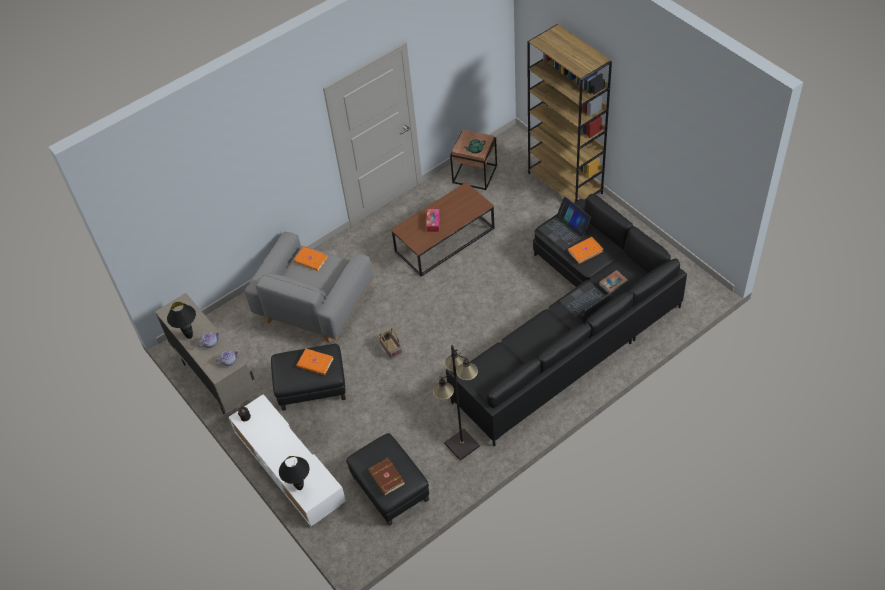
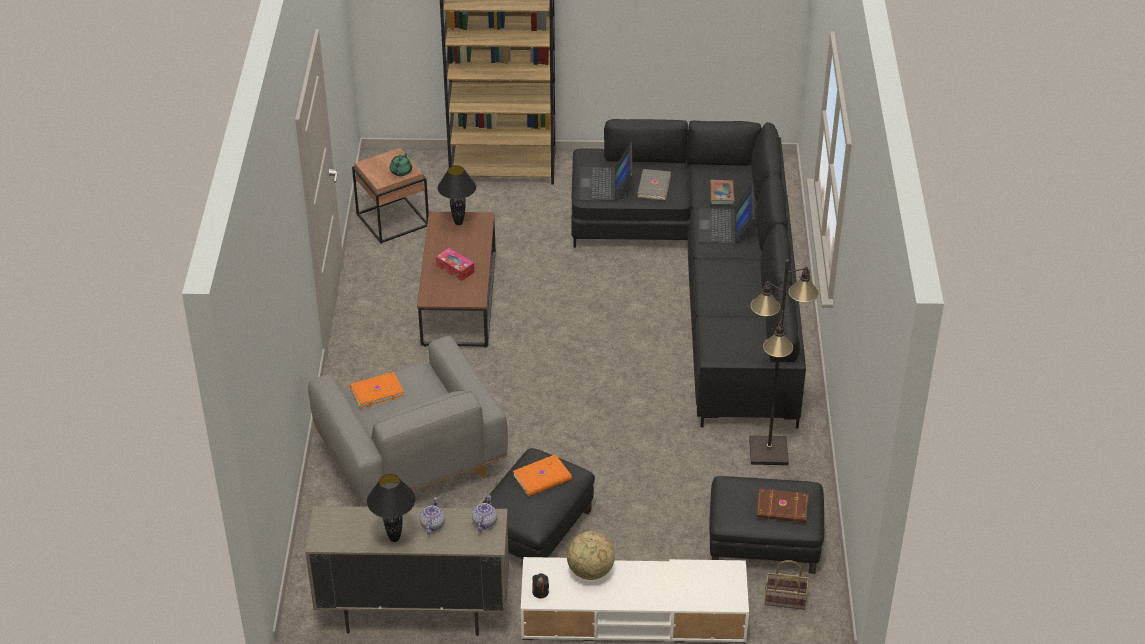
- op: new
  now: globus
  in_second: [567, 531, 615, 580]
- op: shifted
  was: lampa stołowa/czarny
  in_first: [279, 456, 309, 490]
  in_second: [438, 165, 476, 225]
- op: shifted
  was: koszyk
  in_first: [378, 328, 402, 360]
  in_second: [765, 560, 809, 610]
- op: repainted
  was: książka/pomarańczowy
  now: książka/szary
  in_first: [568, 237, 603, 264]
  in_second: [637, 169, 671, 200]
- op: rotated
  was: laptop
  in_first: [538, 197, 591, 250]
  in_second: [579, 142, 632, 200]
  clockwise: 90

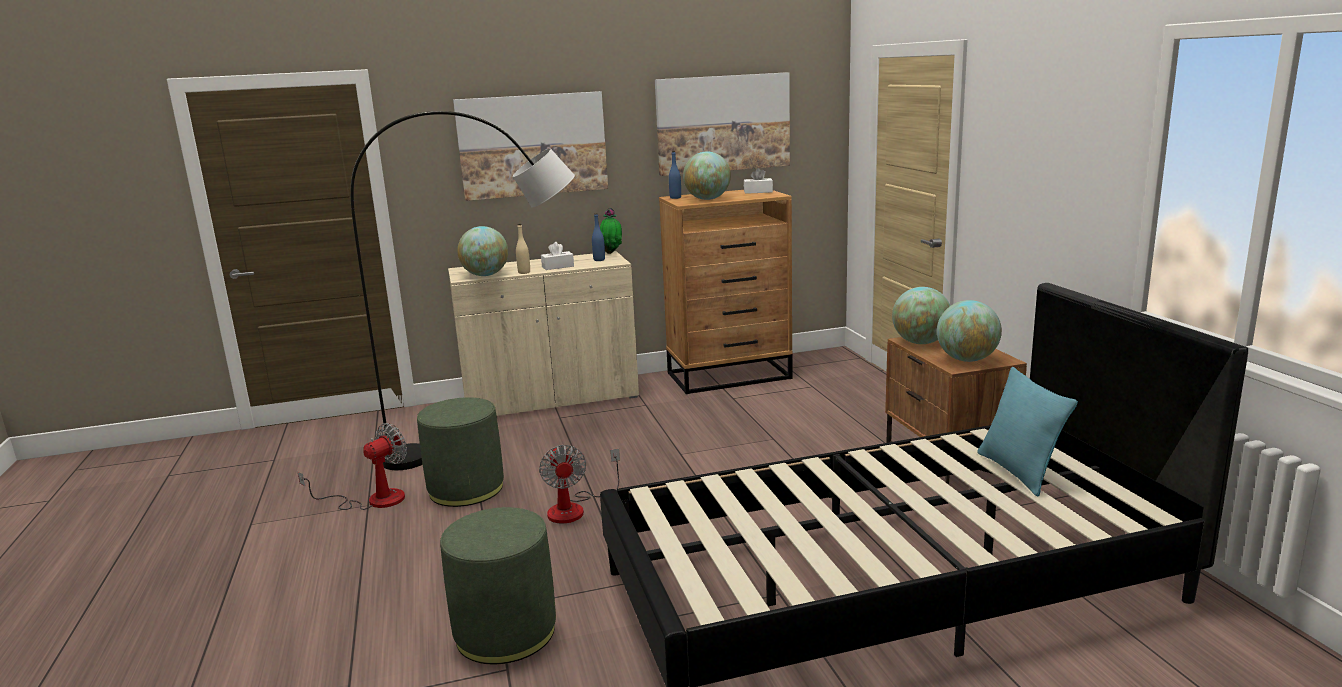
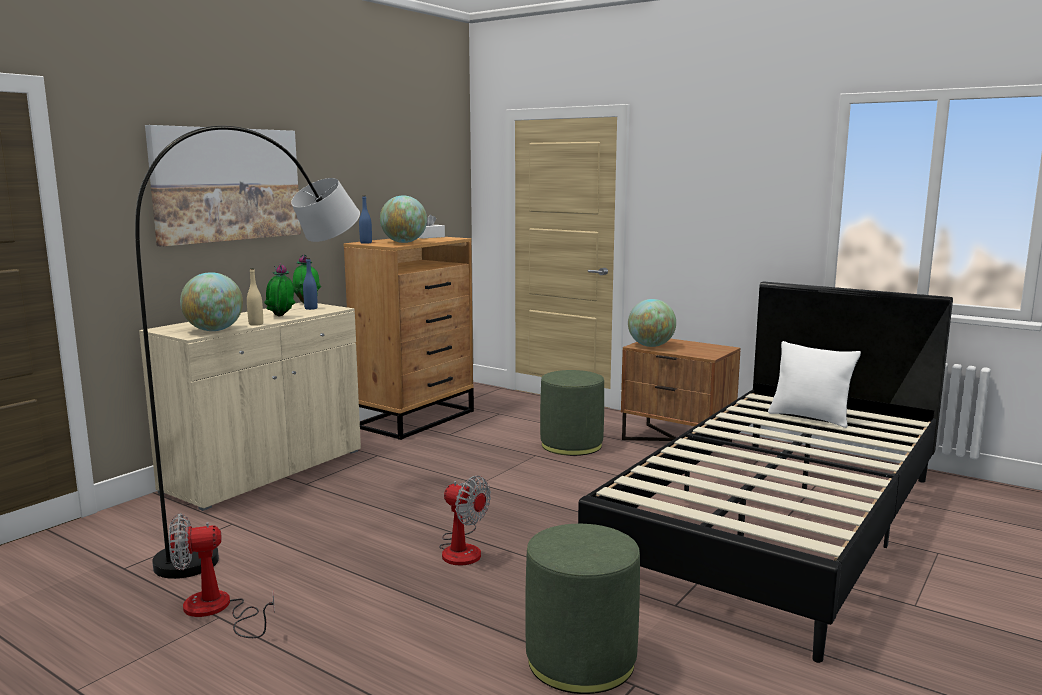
- op: gone
  was: obraz
  in_first: [655, 72, 790, 176]
- op: gone
  was: globus
  in_first: [937, 300, 1002, 362]
- op: shifted
  was: pufa/zielony
  in_first: [417, 397, 504, 507]
  in_second: [540, 370, 604, 456]
- op: swapped
  was: pudełko chusteczek/biały
  now: roślina doniczkowa
  in_first: [541, 242, 574, 270]
  in_second: [264, 264, 296, 317]
- op: repainted
  was: poduszka/turkusowy
  now: poduszka/biały
  in_first: [977, 367, 1078, 496]
  in_second: [768, 341, 861, 428]
- op: rotated
  was: wentylator
  in_first: [298, 423, 407, 510]
  in_second: [169, 513, 275, 638]
  clockwise: -105

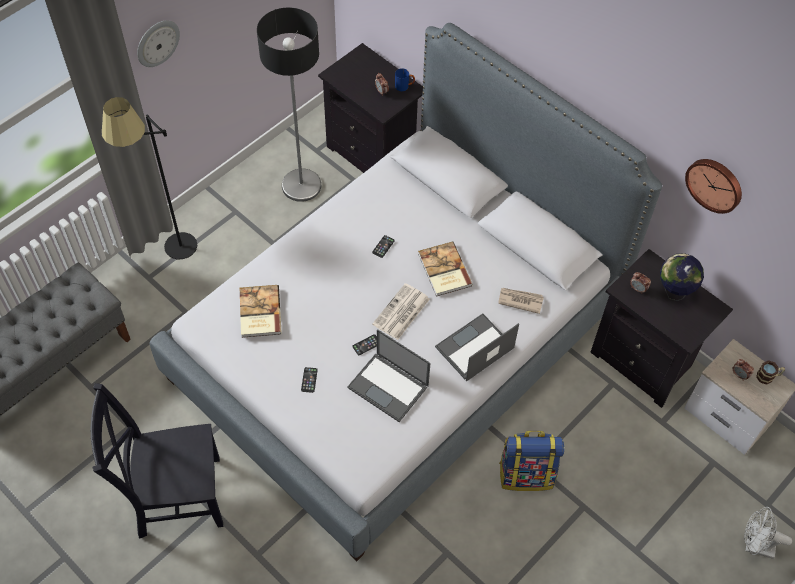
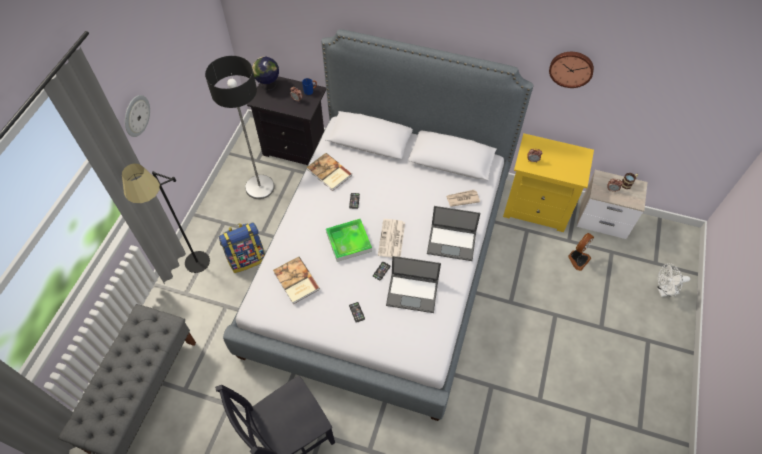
- op: new
  now: taca
  in_second: [326, 219, 372, 262]
- op: new
  now: wentylator
  in_second: [568, 233, 594, 271]
- op: shifted
  was: książka
  in_first: [418, 242, 473, 296]
  in_second: [307, 153, 352, 191]
- op: shifted
  was: plecak
  in_first: [499, 431, 565, 491]
  in_second: [219, 222, 265, 273]
- op: shifted
  was: globus
  in_first: [660, 253, 704, 301]
  in_second: [252, 57, 279, 90]
- op: repainted
  was: szafka nocna/czarny
  now: szafka nocna/żółty
  in_first: [590, 249, 733, 408]
  in_second: [503, 133, 594, 232]
- op: rotated
  was: laptop
  in_first: [435, 314, 519, 381]
  in_second: [427, 206, 481, 261]
  clockwise: -105

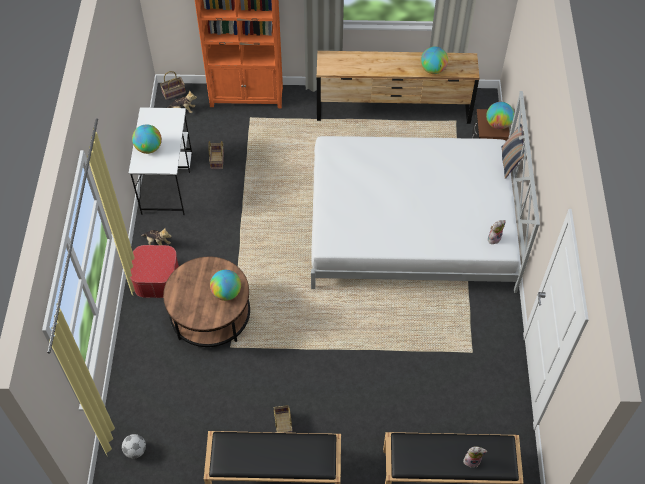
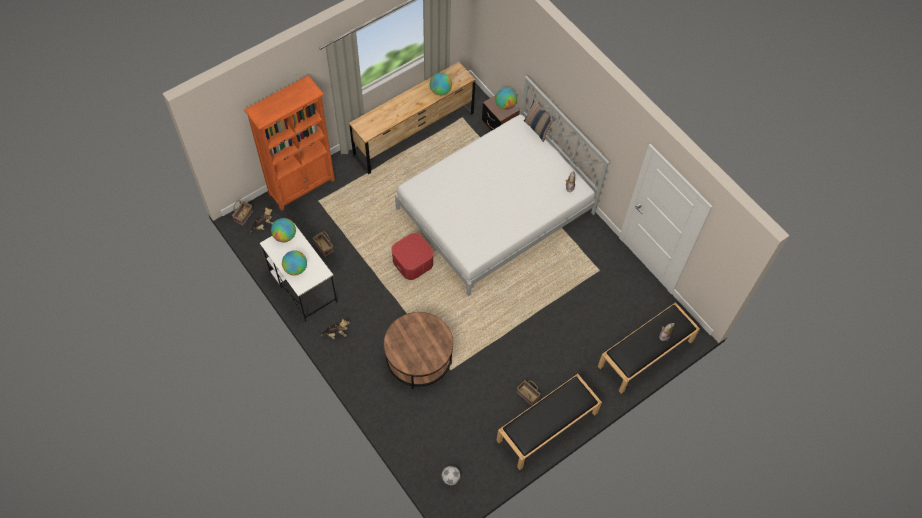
- op: shifted
  was: pufa
  in_first: [130, 245, 179, 298]
  in_second: [391, 233, 434, 280]
- op: shifted
  was: globus
  in_first: [210, 270, 241, 301]
  in_second: [271, 218, 296, 242]

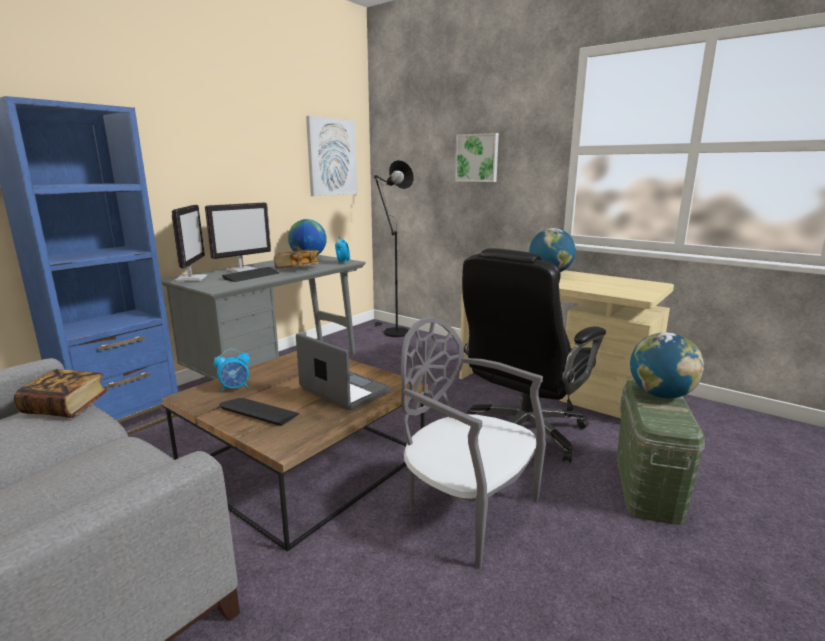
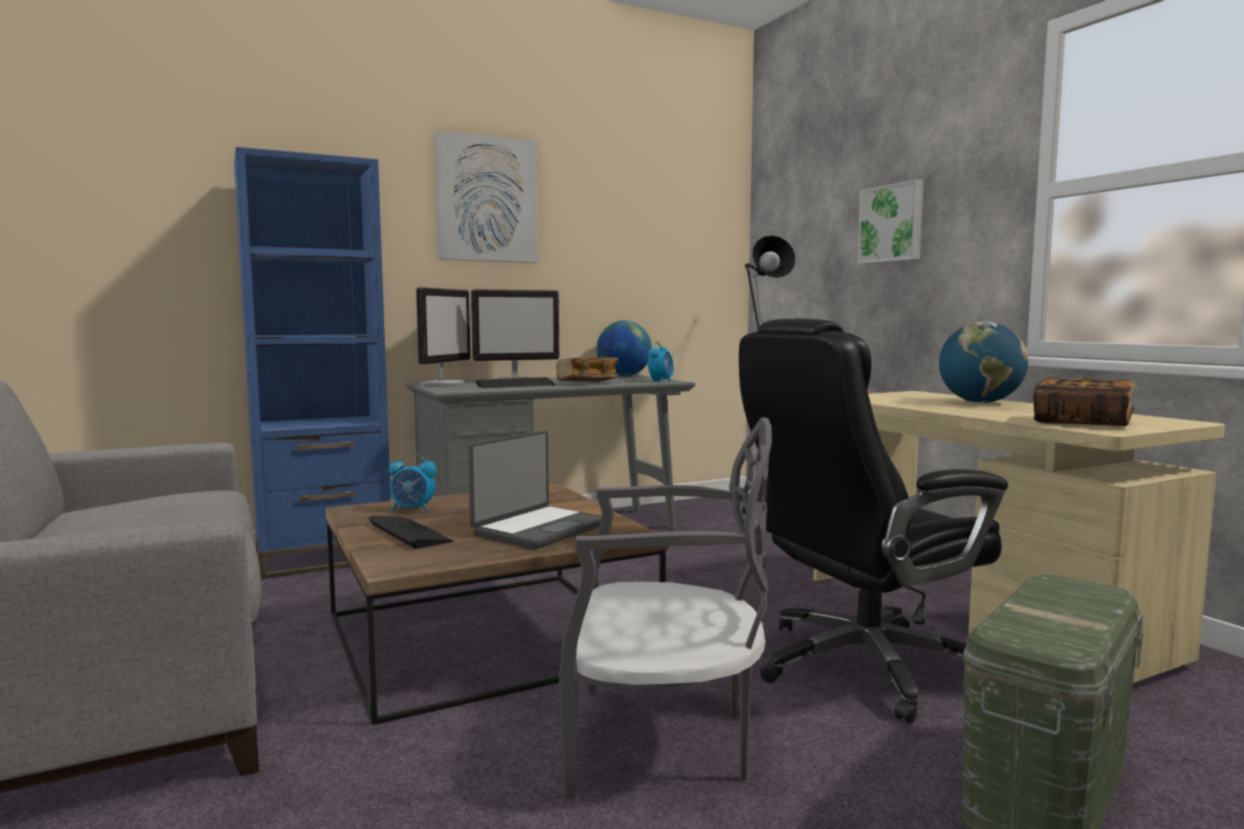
- op: gone
  was: globus
  in_first: [630, 332, 704, 399]
- op: shifted
  was: książka
  in_first: [14, 369, 108, 418]
  in_second: [1033, 378, 1136, 426]
- op: shifted
  was: obraz
  in_first: [306, 116, 357, 196]
  in_second: [435, 130, 538, 263]
- op: rotated
  was: laptop
  in_first: [296, 333, 391, 410]
  in_second: [468, 431, 601, 549]
  clockwise: 60
- op: rotated
  was: krzesło/szary
  in_first: [401, 317, 546, 569]
  in_second: [559, 417, 772, 799]
  clockwise: 120

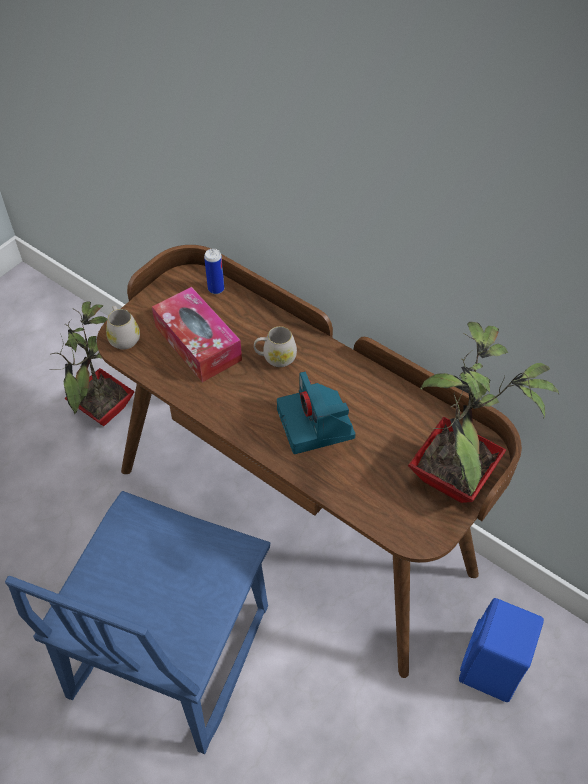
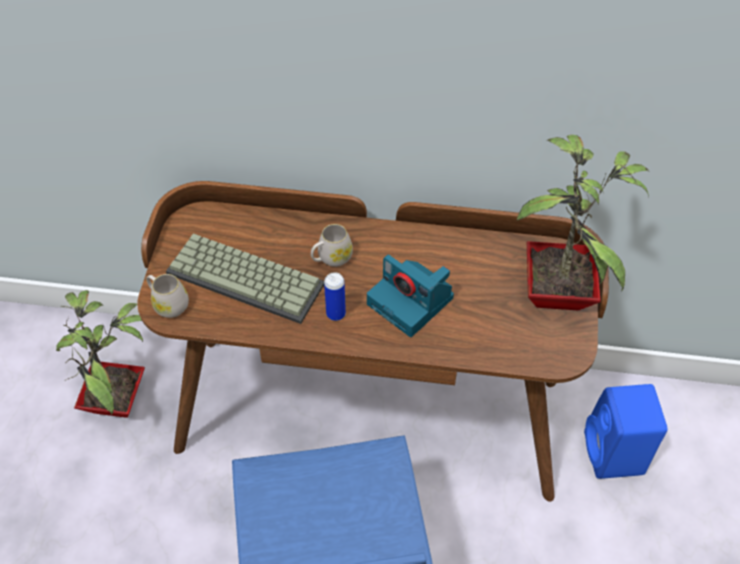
- op: shifted
  was: puszka
  in_first: [204, 248, 224, 294]
  in_second: [324, 272, 346, 321]
- op: swapped
  was: pudełko chusteczek
  now: klawiatura
  in_first: [152, 287, 242, 382]
  in_second: [166, 234, 324, 324]

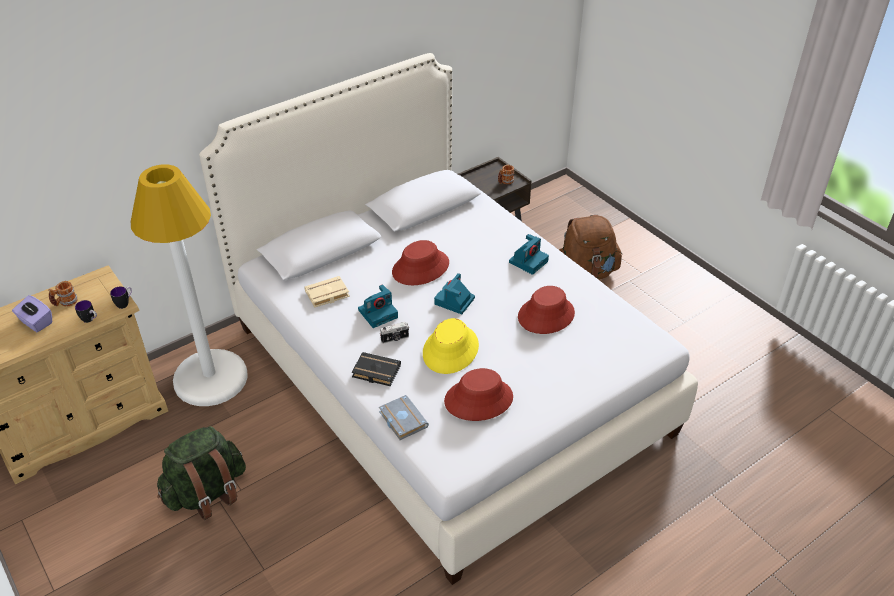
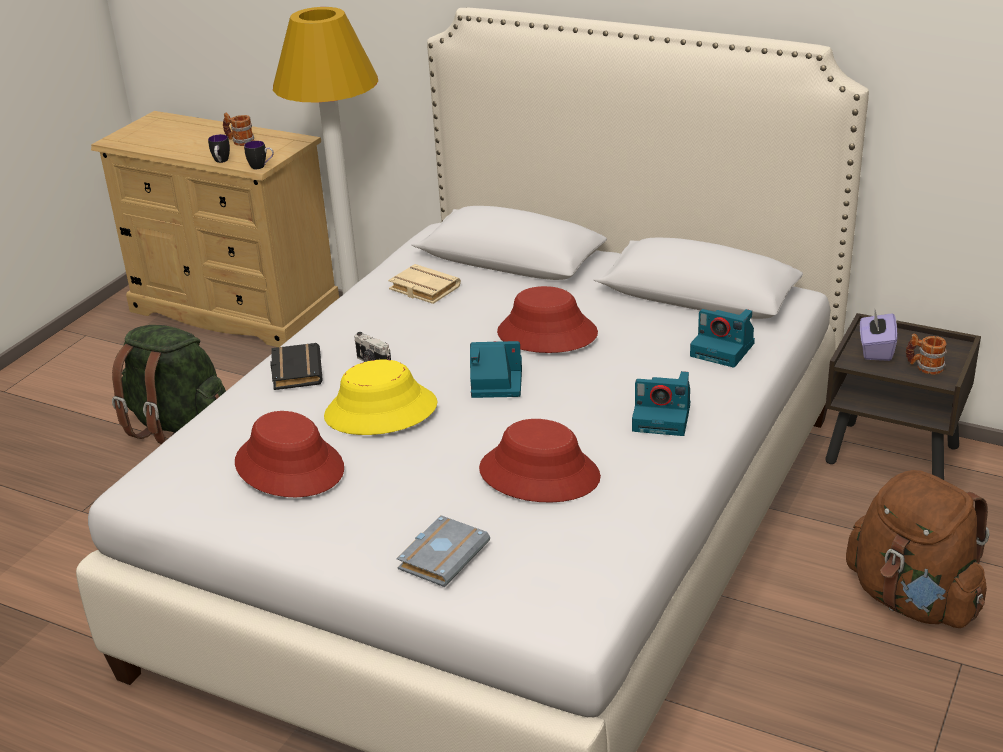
- op: shifted
  was: pudełko chusteczek/fioletowy
  in_first: [12, 295, 52, 332]
  in_second: [860, 310, 898, 361]
- op: shifted
  was: aparat fotograficzny
  in_first: [358, 284, 398, 328]
  in_second: [690, 309, 755, 367]
- op: shifted
  was: książka/szary
  in_first: [379, 395, 429, 440]
  in_second: [396, 515, 490, 587]

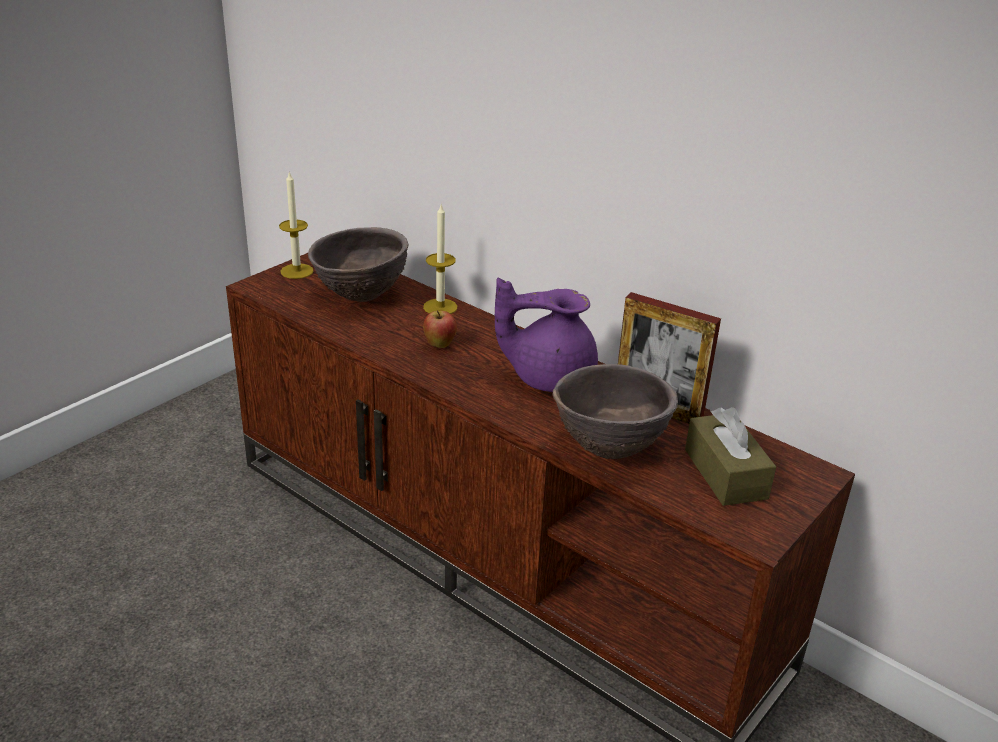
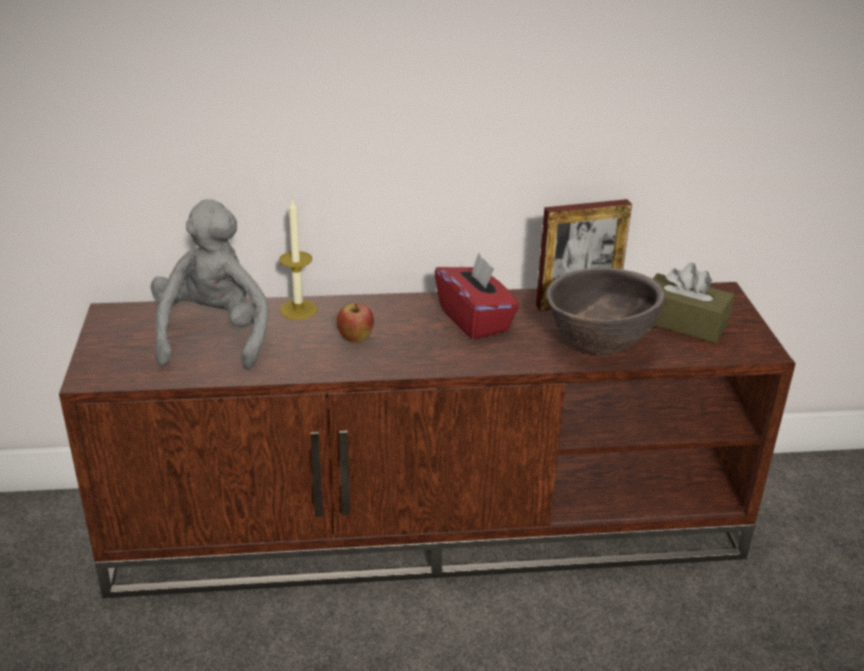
- op: gone
  was: świeca
  in_first: [279, 171, 314, 279]
- op: swapped
  was: miska/brązowy
  now: pluszak/szary
  in_first: [308, 227, 409, 302]
  in_second: [151, 199, 269, 370]
- op: swapped
  was: imbryk/fioletowy
  now: pudełko chusteczek/czerwony
  in_first: [495, 278, 598, 392]
  in_second: [435, 253, 520, 340]

